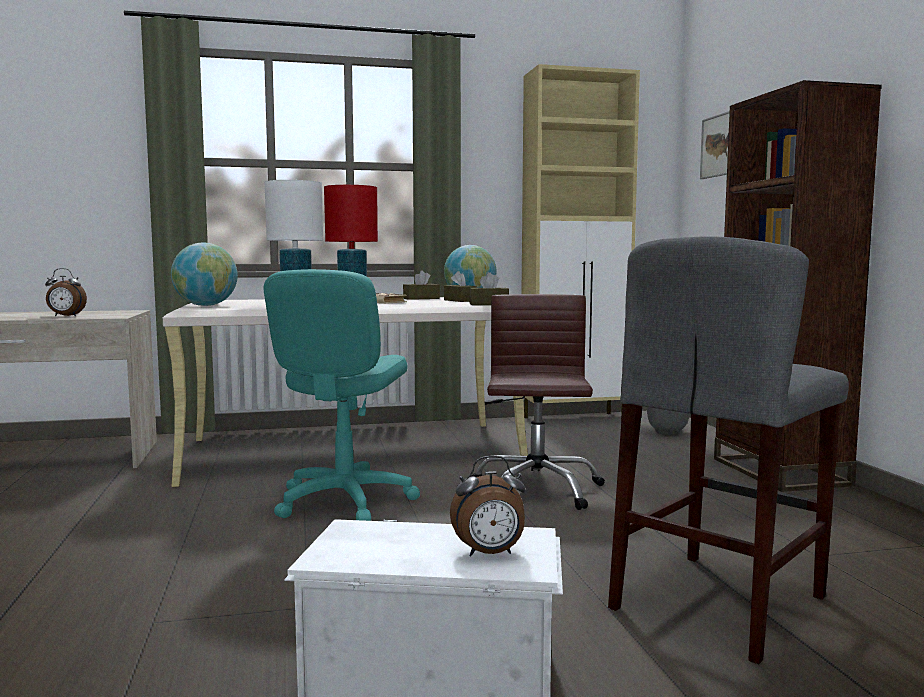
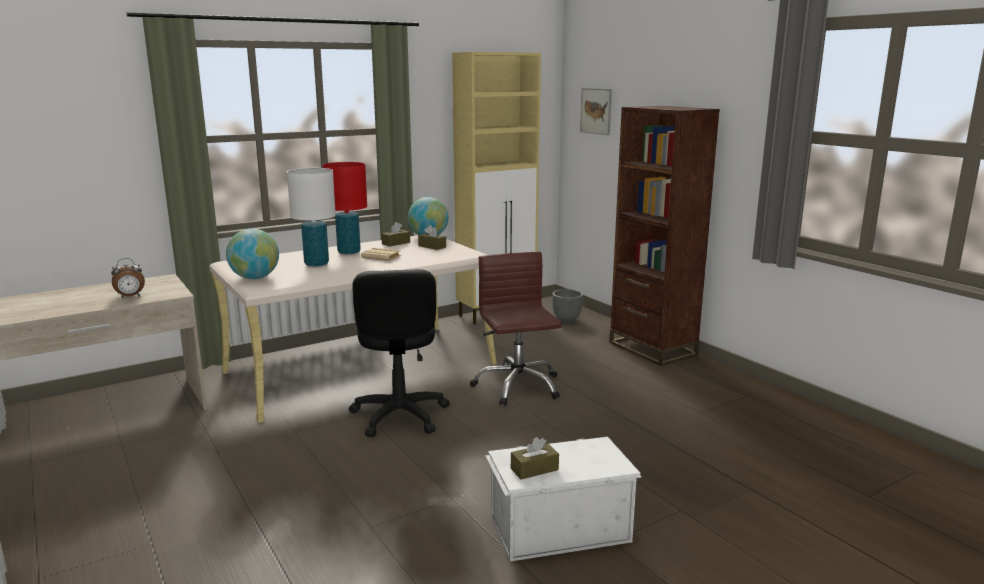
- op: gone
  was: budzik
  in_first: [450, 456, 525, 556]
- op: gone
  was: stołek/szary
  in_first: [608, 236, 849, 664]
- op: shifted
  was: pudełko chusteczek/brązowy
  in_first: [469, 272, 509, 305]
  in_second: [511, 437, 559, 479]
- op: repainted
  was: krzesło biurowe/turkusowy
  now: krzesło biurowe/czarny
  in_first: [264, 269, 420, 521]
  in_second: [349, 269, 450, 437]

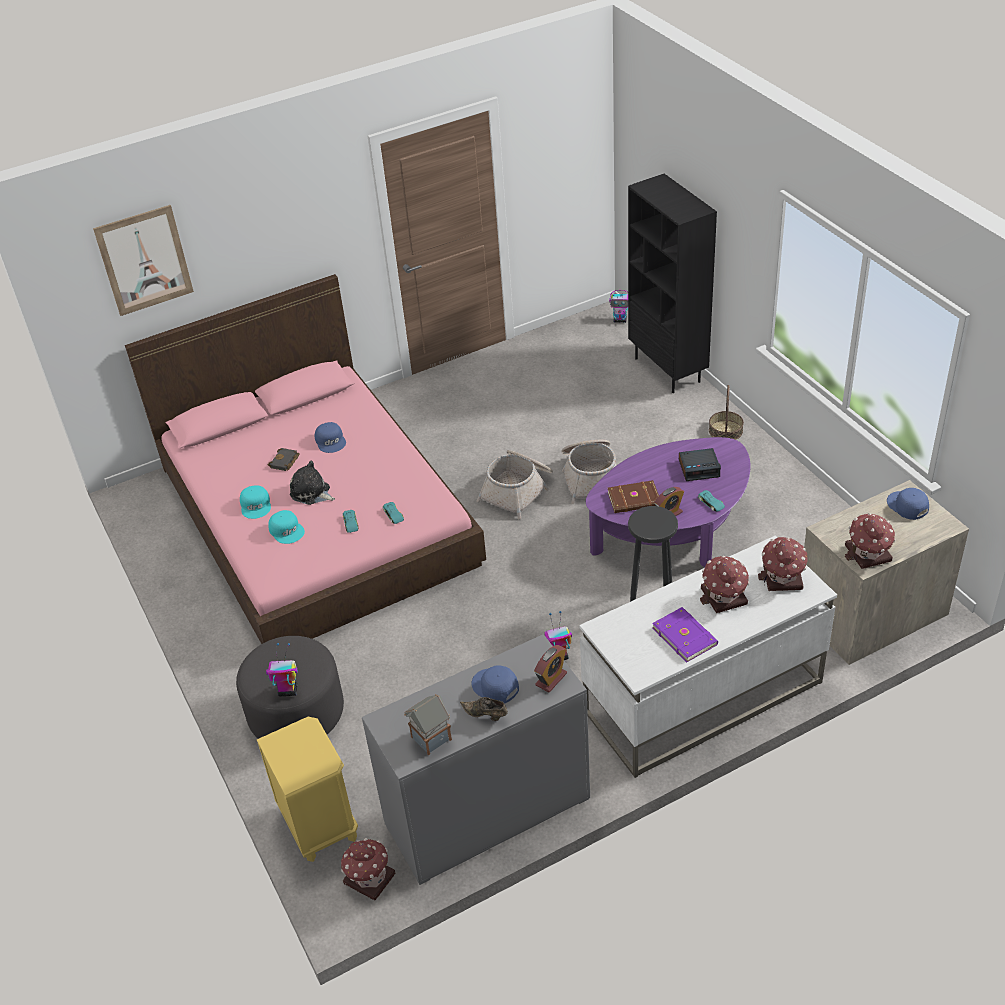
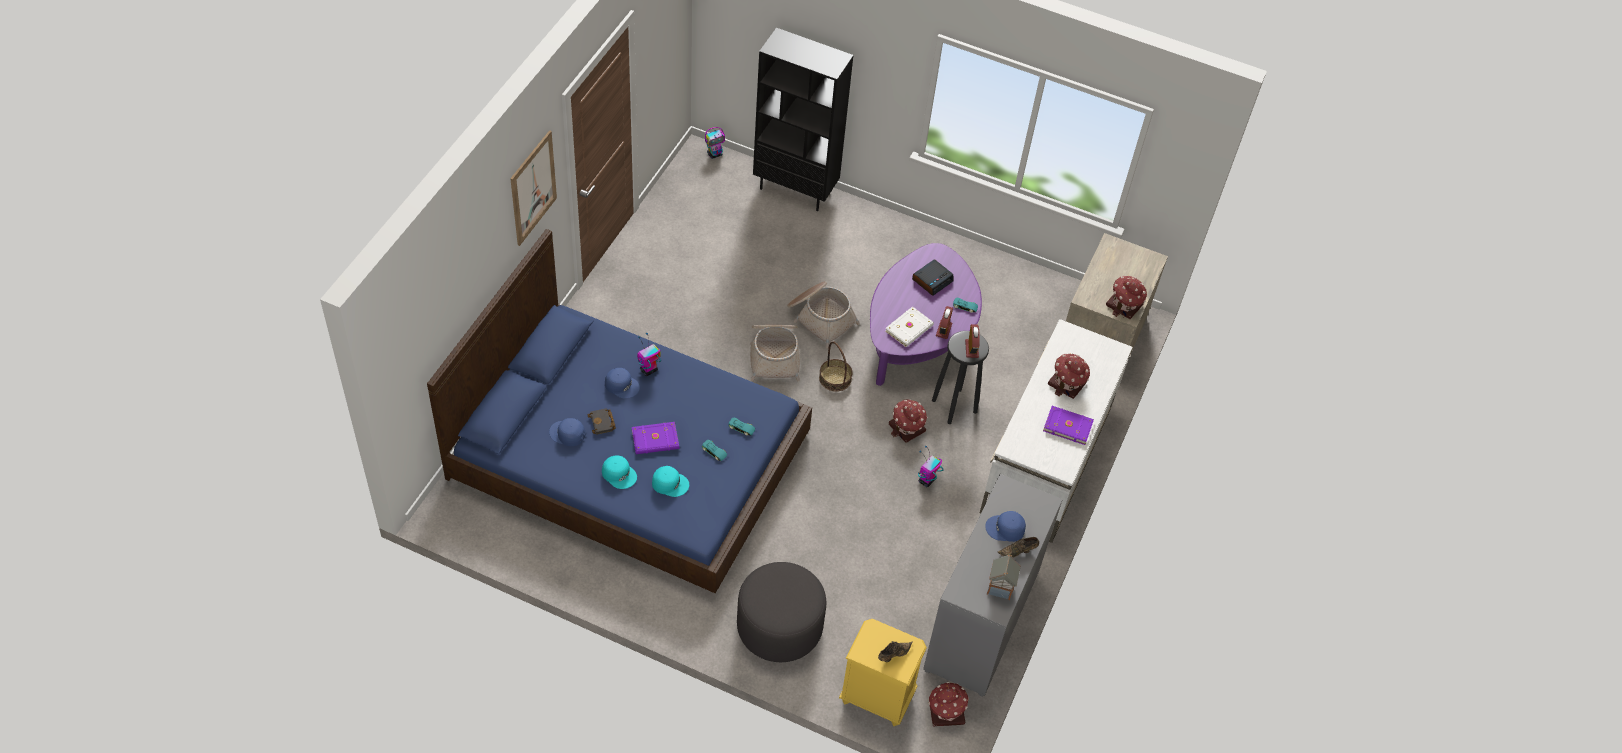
- op: new
  now: but/brązowy
  in_second: [878, 641, 913, 662]
- op: shifted
  was: obraz
  in_first: [93, 205, 194, 316]
  in_second: [510, 130, 557, 246]
- op: shifted
  was: robot zabawkowy
  in_first: [266, 643, 298, 696]
  in_second: [637, 333, 661, 376]
- op: shifted
  was: budzik
  in_first: [534, 645, 567, 693]
  in_second: [965, 324, 980, 358]
- op: shifted
  was: koszyk
  in_first: [709, 385, 744, 440]
  in_second: [819, 341, 853, 392]
- op: shifted
  was: domek
  in_first: [758, 537, 808, 591]
  in_second: [889, 399, 927, 443]
- op: shifted
  was: czapka z daszkiem/niebieski
  in_first: [887, 488, 929, 520]
  in_second: [549, 418, 586, 446]
- op: swapped
  was: pluszak
  now: książka/fioletowy
  in_first: [290, 461, 335, 505]
  in_second: [632, 422, 679, 454]
- op: repainted
  was: łóżko/różowy
  now: łóżko/niebieski
  in_first: [125, 274, 486, 644]
  in_second: [427, 229, 812, 593]
- op: repainted
  was: książka/brązowy
  now: książka/biały
  in_first: [608, 480, 659, 513]
  in_second: [885, 306, 934, 347]

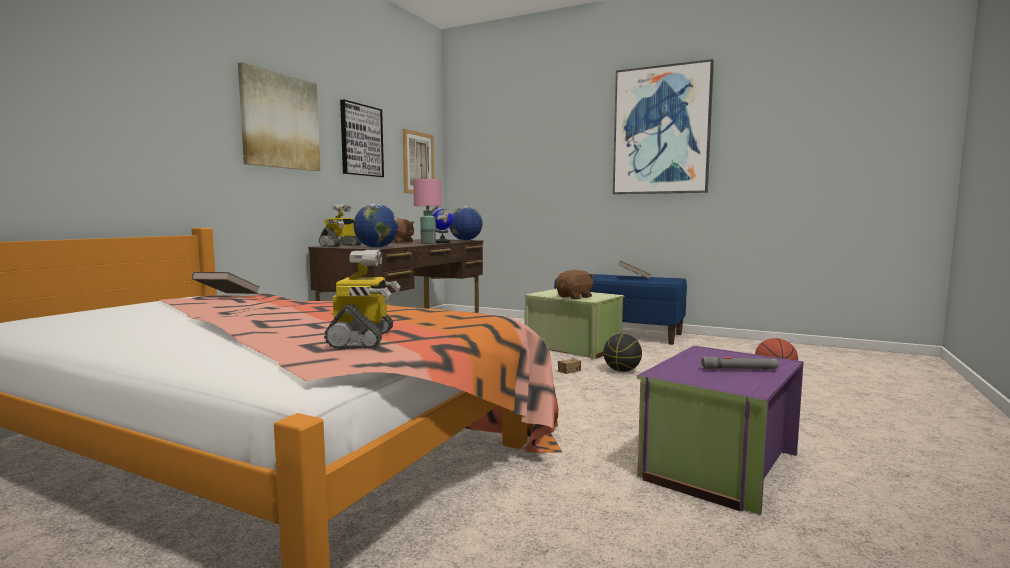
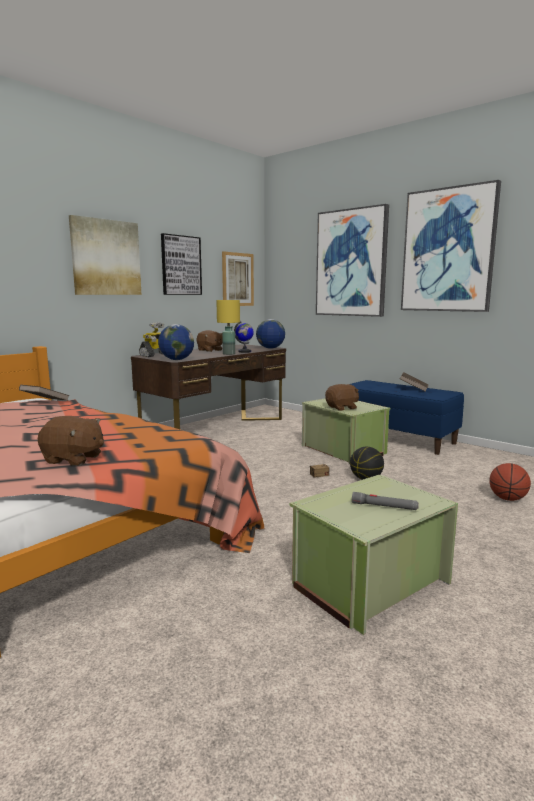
- op: new
  now: obraz
  in_second: [316, 204, 389, 317]
- op: swapped
  was: robot zabawkowy
  now: pluszak/brązowy
  in_first: [324, 250, 401, 349]
  in_second: [38, 416, 104, 466]
- op: repainted
  was: lampa stołowa/różowy
  now: lampa stołowa/żółty
  in_first: [413, 179, 441, 244]
  in_second: [216, 300, 240, 355]
- op: repainted
  was: pojemnik do przechowywania/fioletowy
  now: pojemnik do przechowywania/zielony
  in_first: [637, 346, 804, 515]
  in_second: [290, 475, 458, 635]

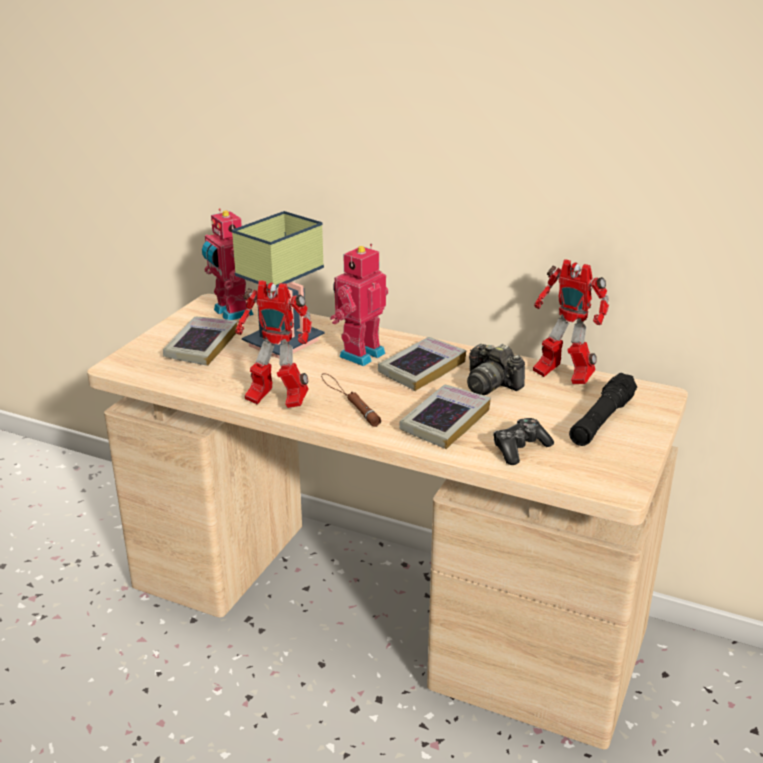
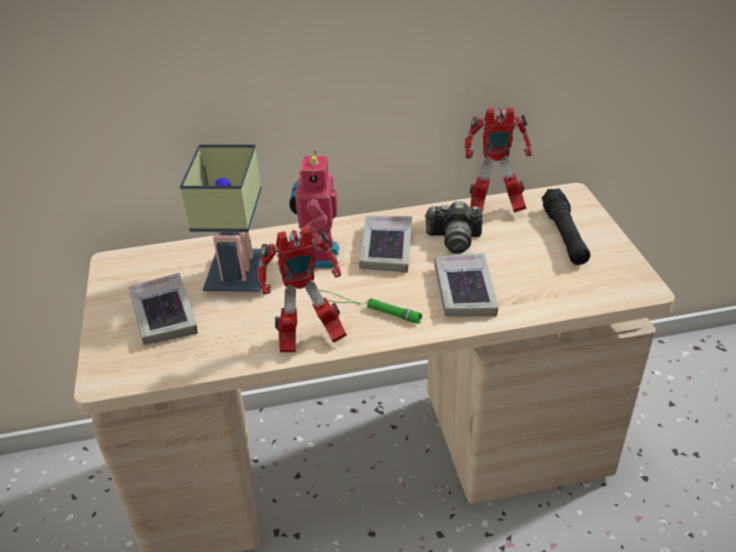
- op: gone
  was: robot zabawkowy
  in_first: [202, 208, 254, 320]
- op: gone
  was: pad do gier
  in_first: [493, 418, 554, 465]
- op: repainted
  was: latarka/brązowy
  now: latarka/zielony
  in_first: [321, 373, 381, 427]
  in_second: [319, 290, 422, 324]

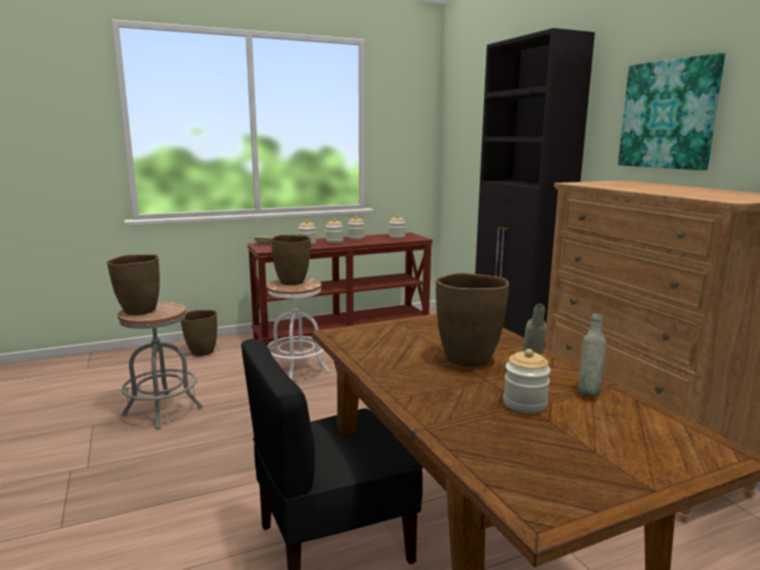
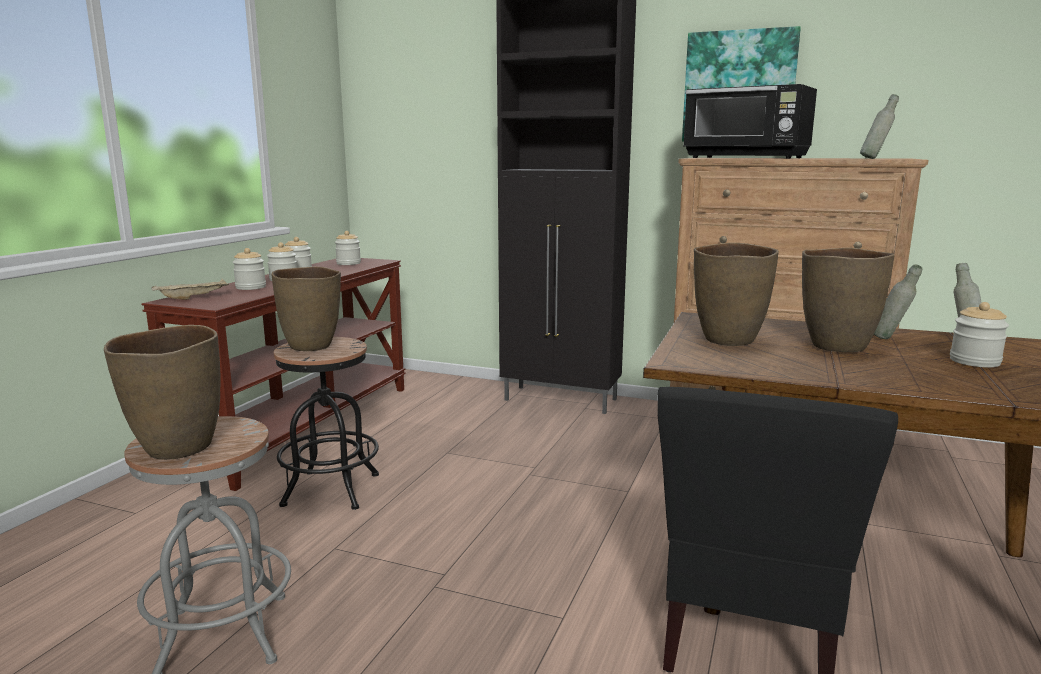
- op: new
  now: mikrofalówka/czarny
  in_second: [683, 84, 817, 159]
- op: new
  now: butelka/szary
  in_second: [860, 94, 899, 159]
- op: shifted
  was: wazon/brązowy
  in_first: [181, 310, 217, 356]
  in_second: [694, 243, 779, 346]
- op: repainted
  was: stołek/biały
  now: stołek/czarny
  in_first: [267, 278, 329, 379]
  in_second: [274, 337, 379, 510]

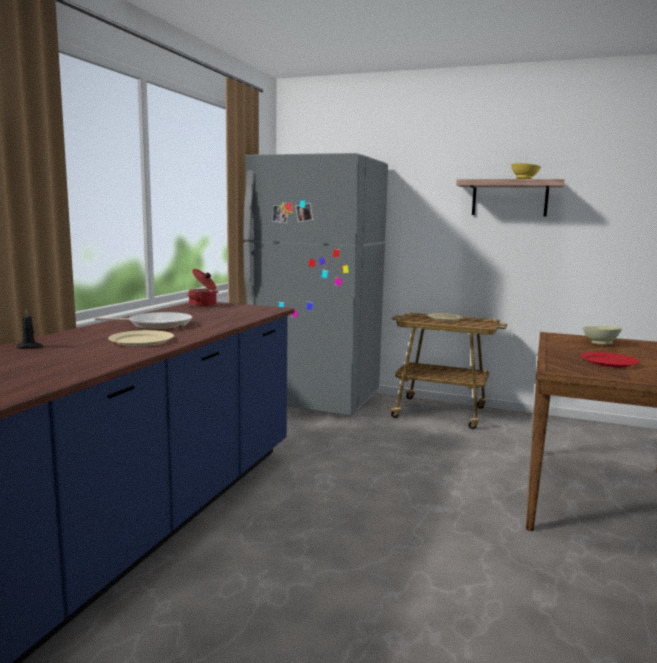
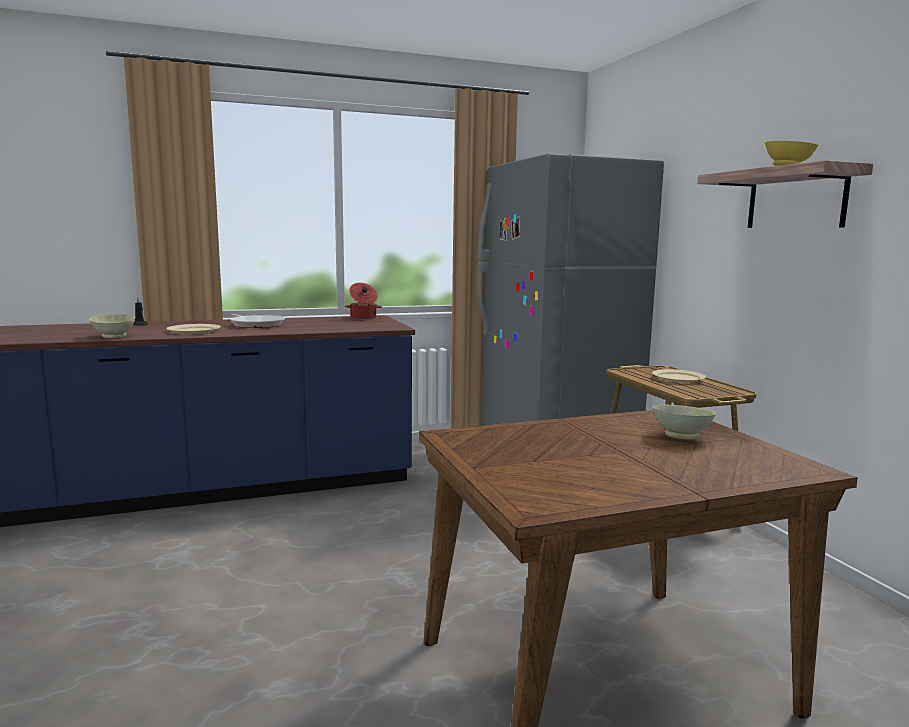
- op: gone
  was: talerz/czerwony
  in_first: [580, 352, 640, 367]
- op: new
  now: miska/beżowy
  in_second: [89, 314, 135, 338]

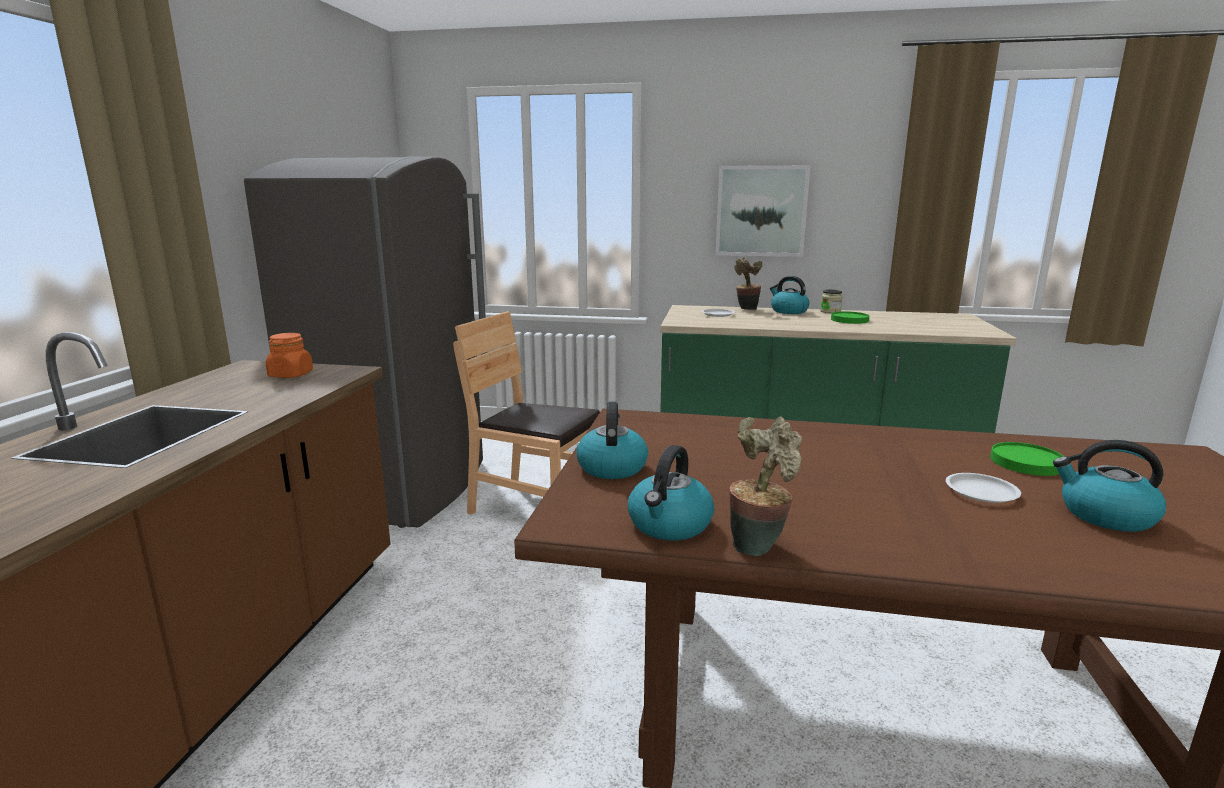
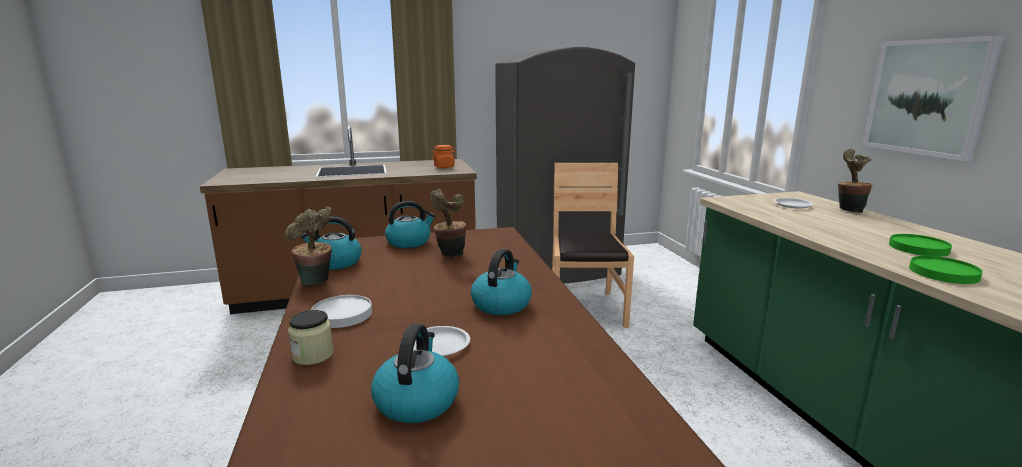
- op: new
  now: talerz/biały
  in_second: [311, 295, 372, 328]
- op: new
  now: roślina doniczkowa
  in_second: [430, 189, 466, 257]
- op: shifted
  was: czajnik
  in_first: [770, 276, 809, 314]
  in_second: [471, 249, 532, 315]
- op: shifted
  was: słoik
  in_first: [820, 289, 842, 313]
  in_second: [288, 310, 334, 365]
- op: shifted
  was: talerz/zielony
  in_first: [990, 442, 1064, 476]
  in_second: [909, 256, 983, 284]

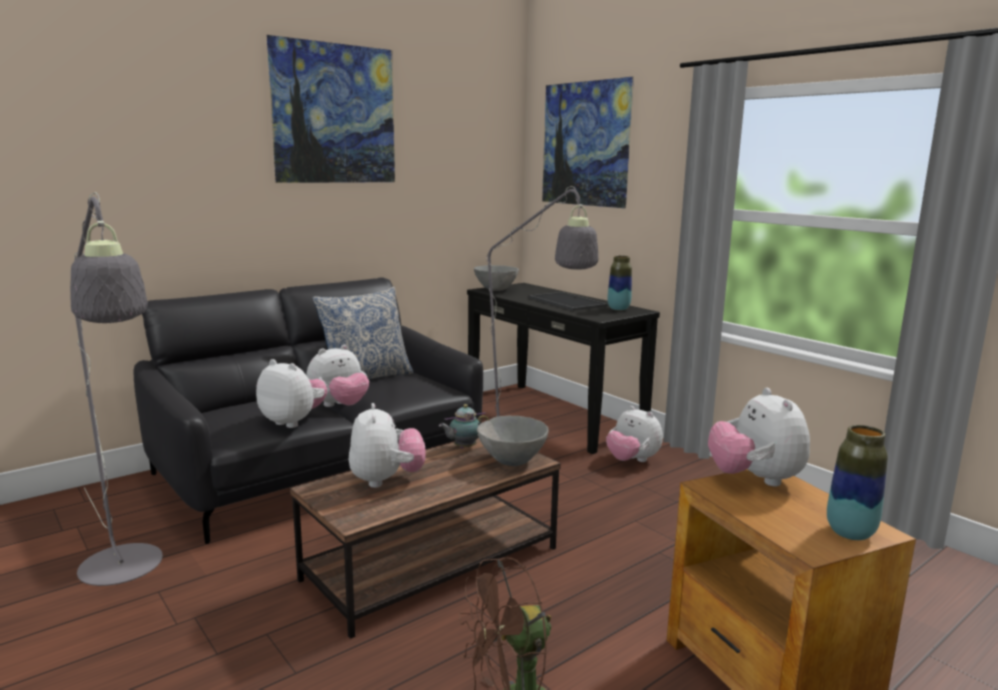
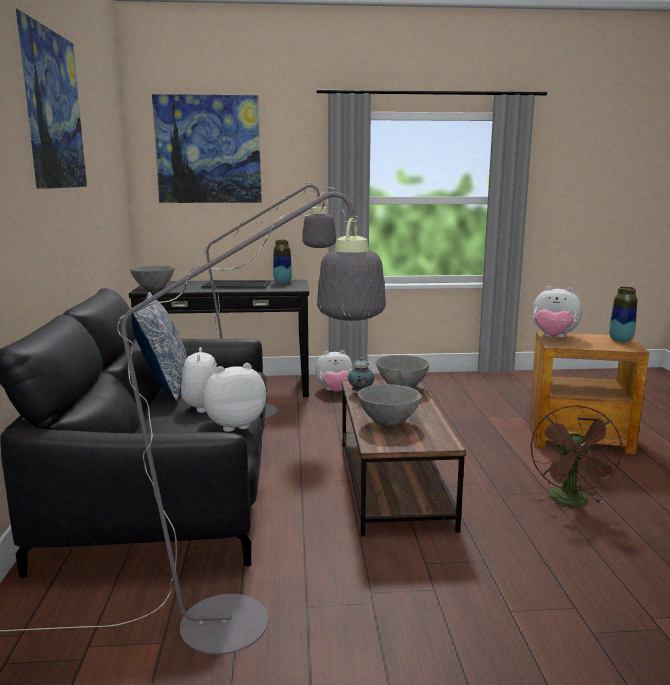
- op: swapped
  was: pluszak
  now: miska/szary
  in_first: [349, 403, 426, 488]
  in_second: [358, 384, 421, 427]

